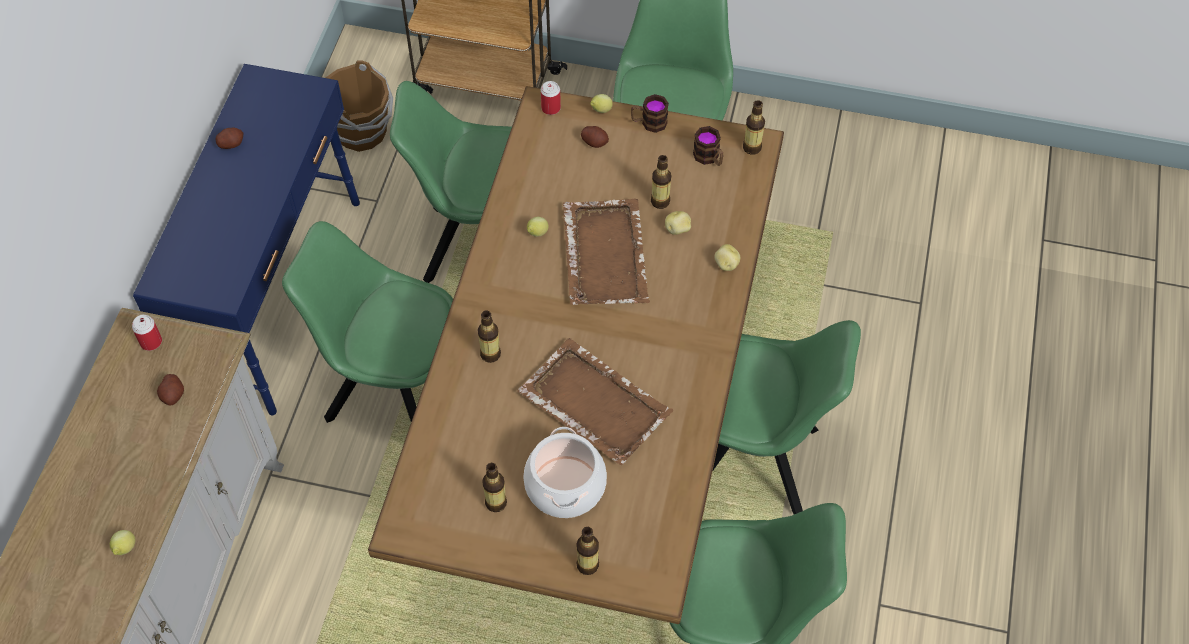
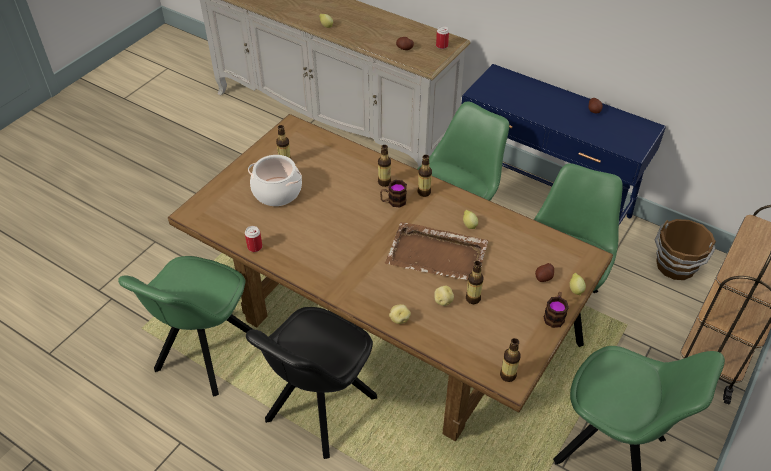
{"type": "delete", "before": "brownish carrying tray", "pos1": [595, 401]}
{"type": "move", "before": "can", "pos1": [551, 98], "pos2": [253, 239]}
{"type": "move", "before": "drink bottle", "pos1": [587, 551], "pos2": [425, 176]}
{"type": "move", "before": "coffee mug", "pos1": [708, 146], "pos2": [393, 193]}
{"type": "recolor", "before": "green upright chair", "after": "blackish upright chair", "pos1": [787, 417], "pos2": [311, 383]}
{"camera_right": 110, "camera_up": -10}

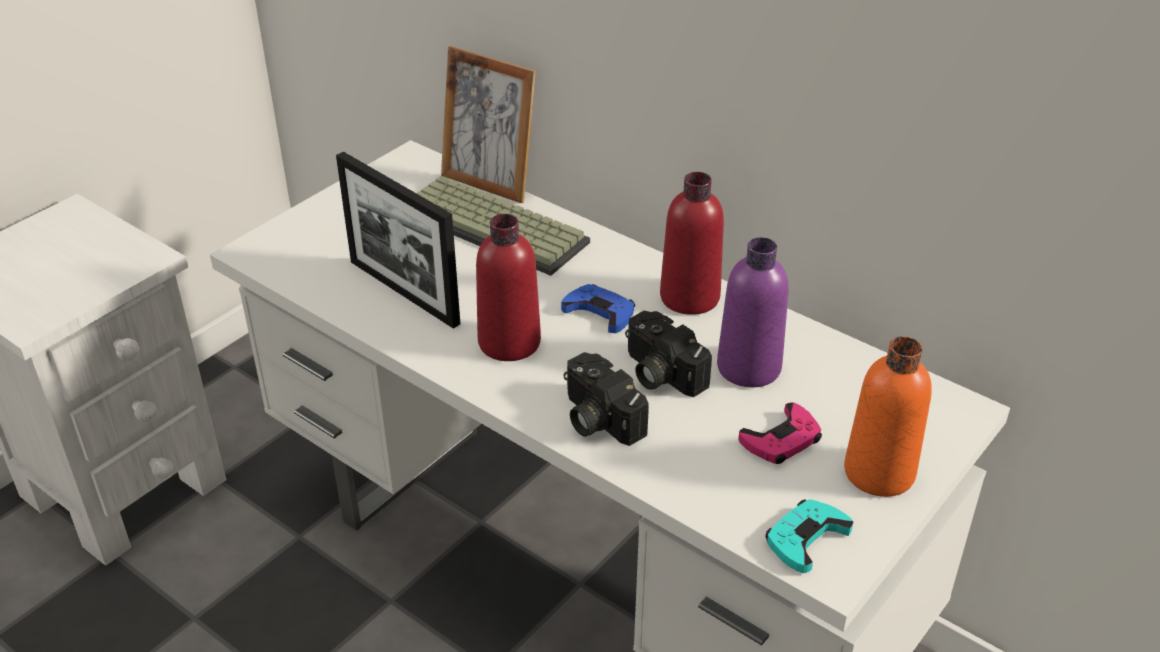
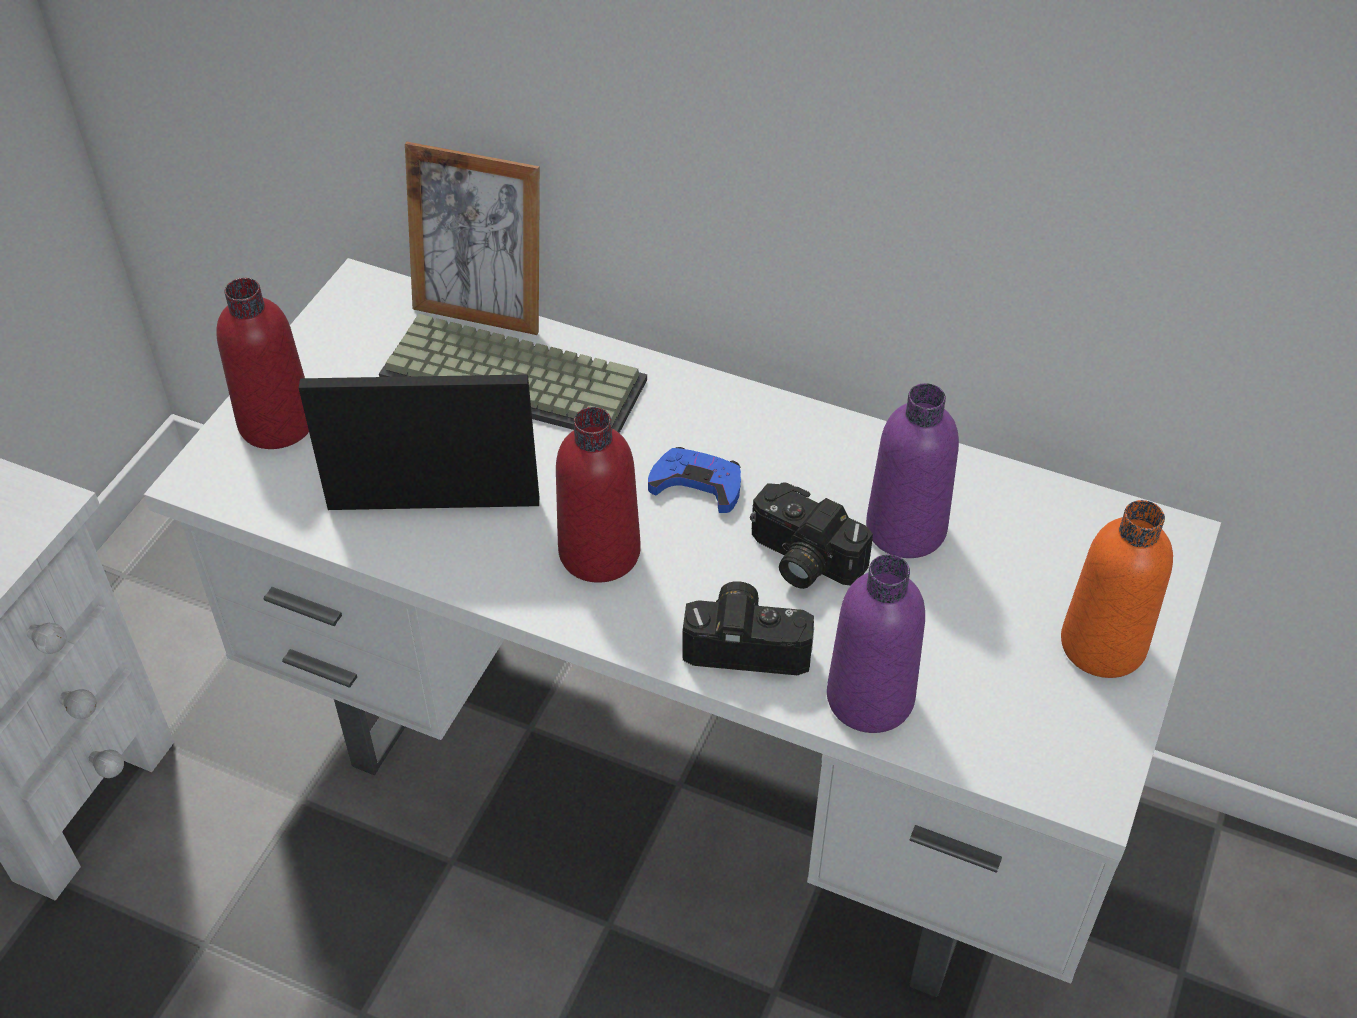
{"type": "rotate", "before": "photo frame", "pos1": [398, 240], "pos2": [419, 442], "turn": 150}
{"type": "rotate", "before": "photo camera", "pos1": [606, 399], "pos2": [748, 628], "turn": 150}
{"type": "move", "before": "reddish drink bottle", "pos1": [692, 243], "pos2": [262, 363]}
{"type": "delete", "before": "pink-coloured gamepad", "pos1": [780, 433]}
{"type": "delete", "before": "blue-green gamepad", "pos1": [809, 536]}
{"type": "insert", "after": "purplish drink bottle", "pos2": [876, 643]}
{"camera_right": -15, "camera_up": 10}

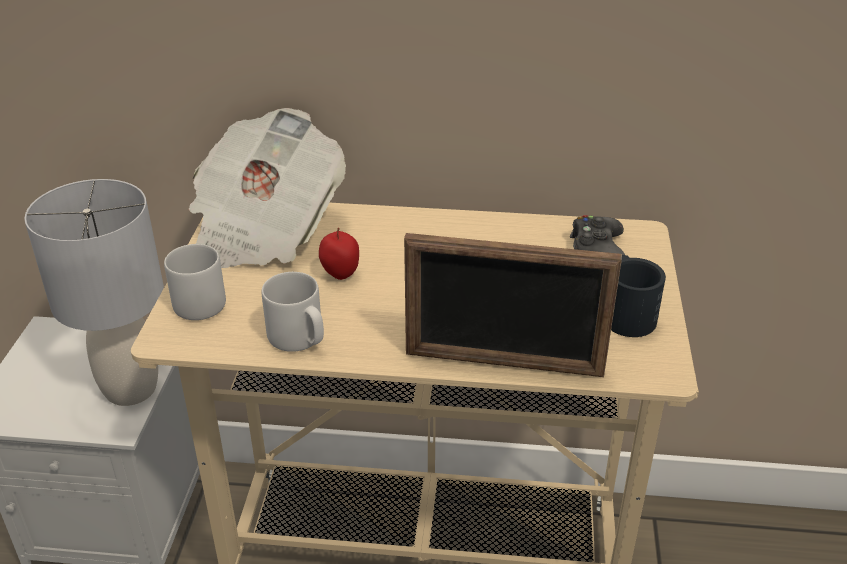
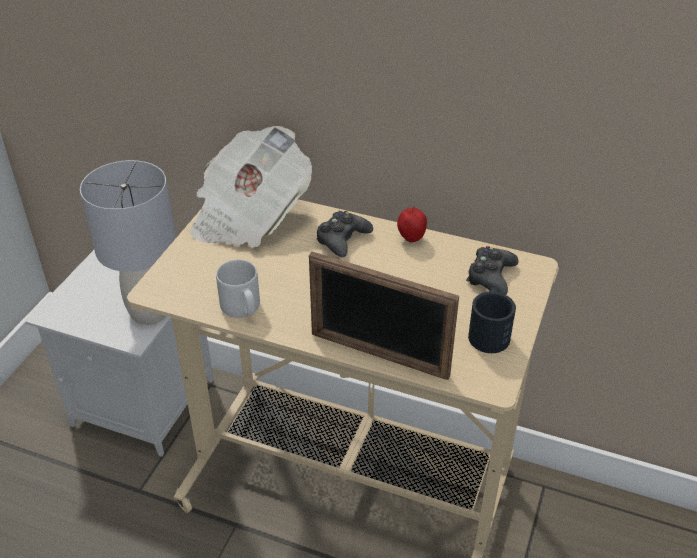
{"type": "delete", "before": "greyish coffee mug", "pos1": [195, 282]}
{"type": "move", "before": "whole apple", "pos1": [339, 254], "pos2": [412, 224]}
{"type": "insert", "after": "blackish gamepad", "pos2": [345, 234]}
{"camera_right": 15, "camera_up": 5}

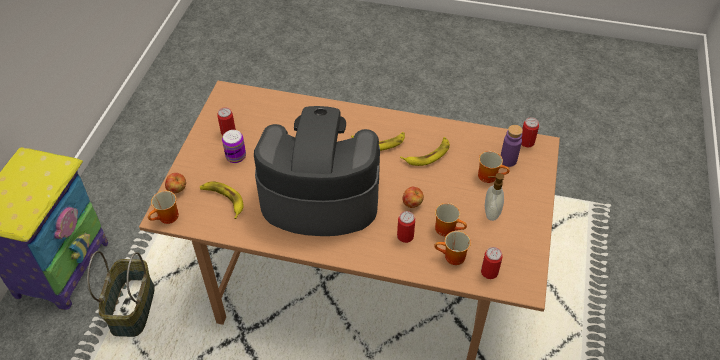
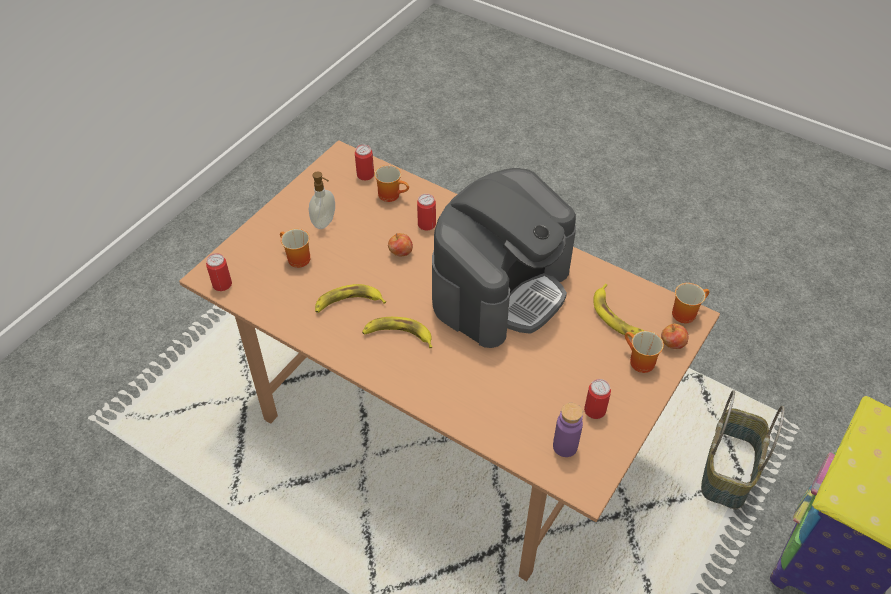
{"type": "delete", "before": "can", "pos1": [234, 146]}
{"type": "rotate", "before": "coffee maker", "pos1": [317, 171], "pos2": [504, 258], "turn": -75}
{"type": "move", "before": "coffee mug", "pos1": [451, 220], "pos2": [644, 352]}
{"type": "move", "before": "purplish drink bottle", "pos1": [512, 146], "pos2": [568, 430]}
{"camera_right": -160, "camera_up": 0}

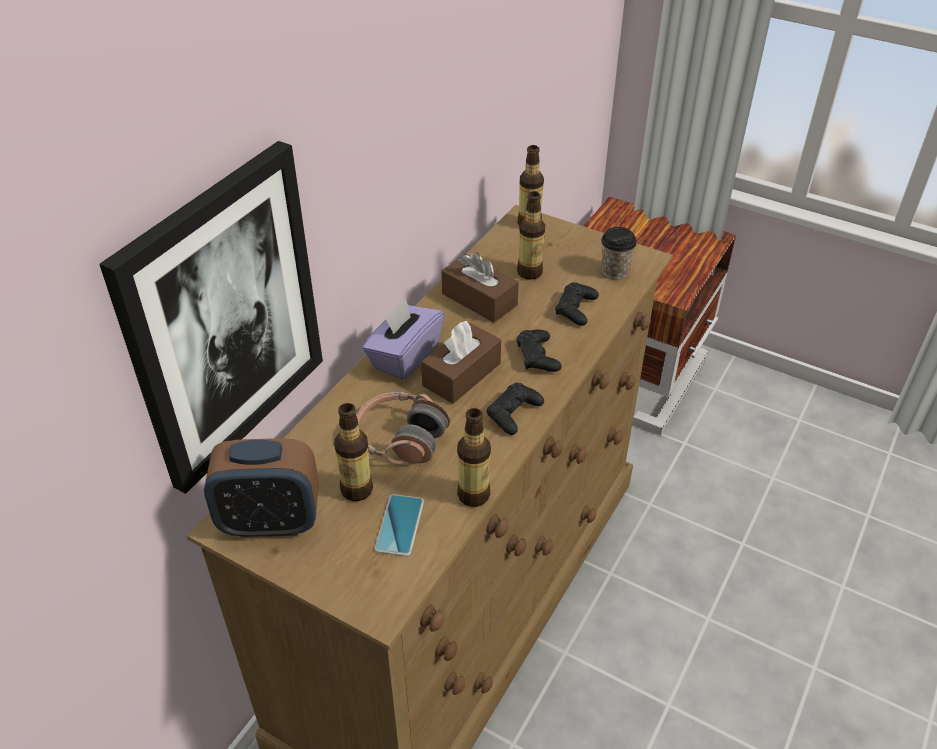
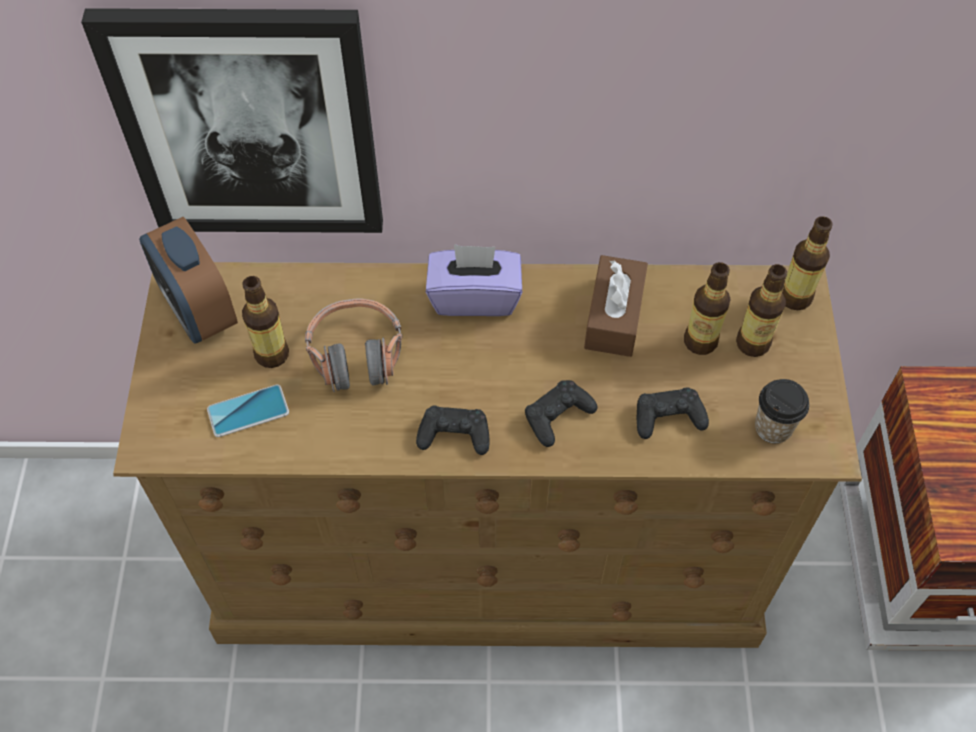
{"type": "delete", "before": "brownish tissue box", "pos1": [461, 362]}
{"type": "move", "before": "drink bottle", "pos1": [474, 457], "pos2": [761, 310]}
{"camera_right": 60, "camera_up": 15}

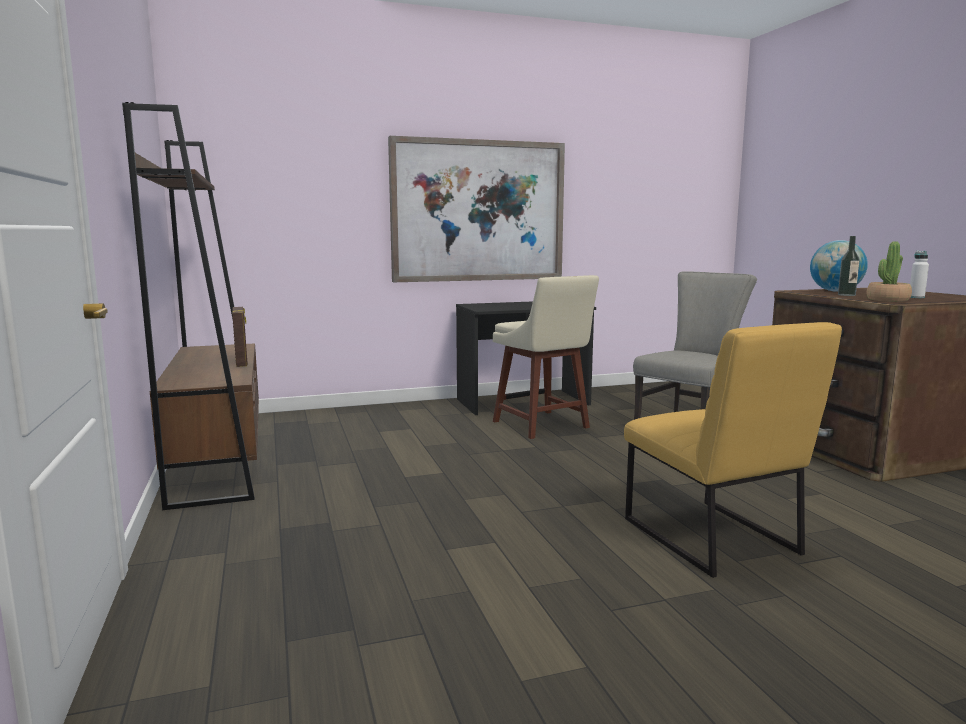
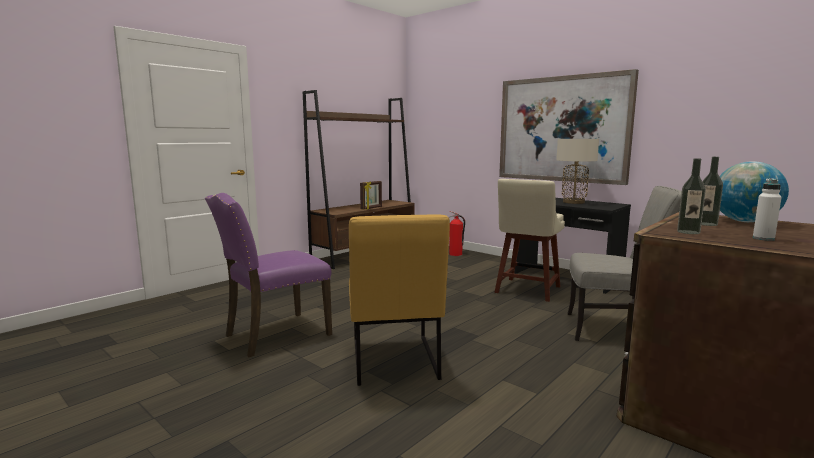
{"type": "rotate", "before": "yellow upright chair", "pos1": [733, 450], "pos2": [399, 300], "turn": -45}
{"type": "replace", "before": "potted plant", "after": "drink bottle", "pos1": [889, 272], "pos2": [691, 196]}
{"type": "insert", "after": "purplish upright chair", "pos2": [268, 275]}
{"type": "insert", "after": "fire extinguisher", "pos2": [457, 233]}
{"type": "insert", "after": "tabletop lamp", "pos2": [577, 171]}
{"camera_right": 60, "camera_up": 0}

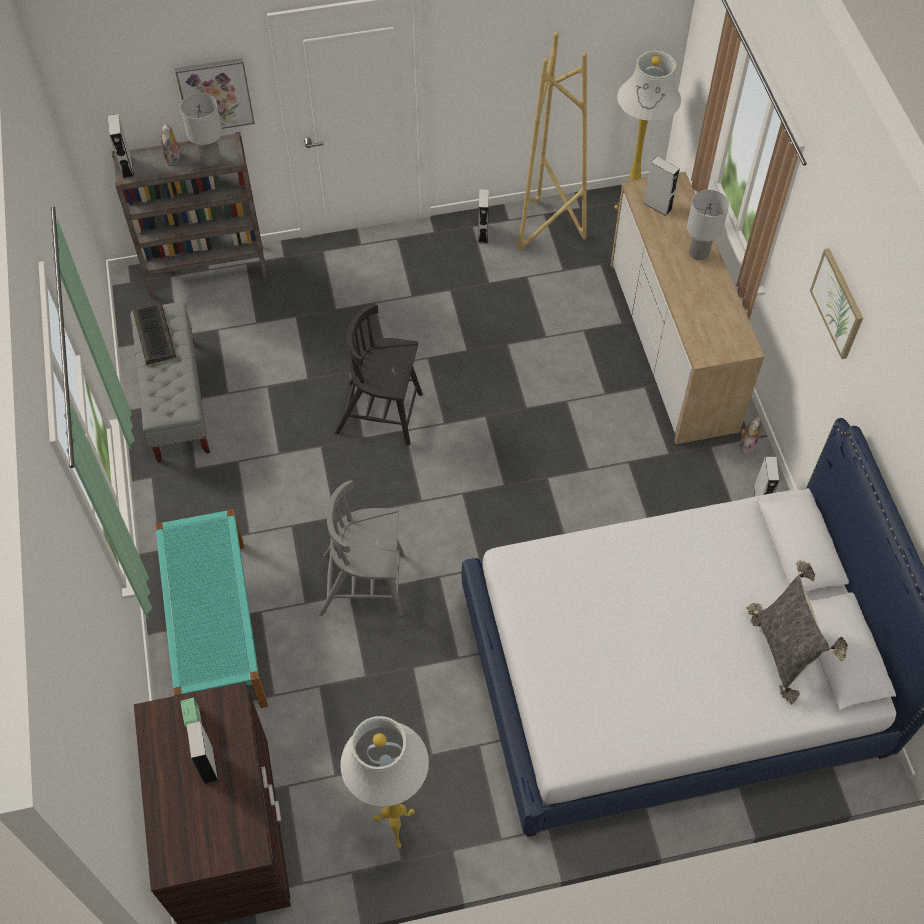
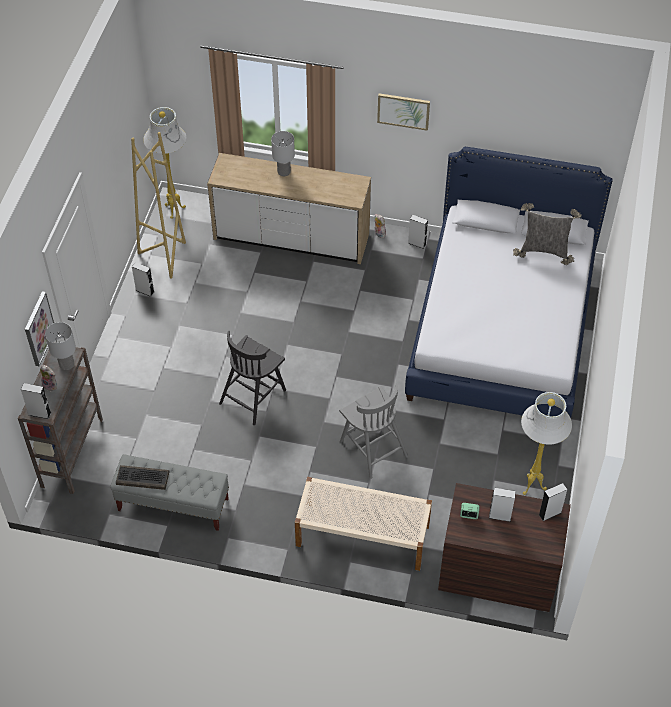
{"type": "recolor", "before": "blue-green indoor bench", "after": "beige-coloured indoor bench", "pos1": [211, 608], "pos2": [363, 524]}
{"type": "rotate", "before": "greyish upright chair", "pos1": [362, 548], "pos2": [373, 431], "turn": -60}
{"type": "move", "before": "greyish audio speaker", "pos1": [661, 186], "pos2": [553, 502]}
{"camera_right": -65, "camera_up": -5}

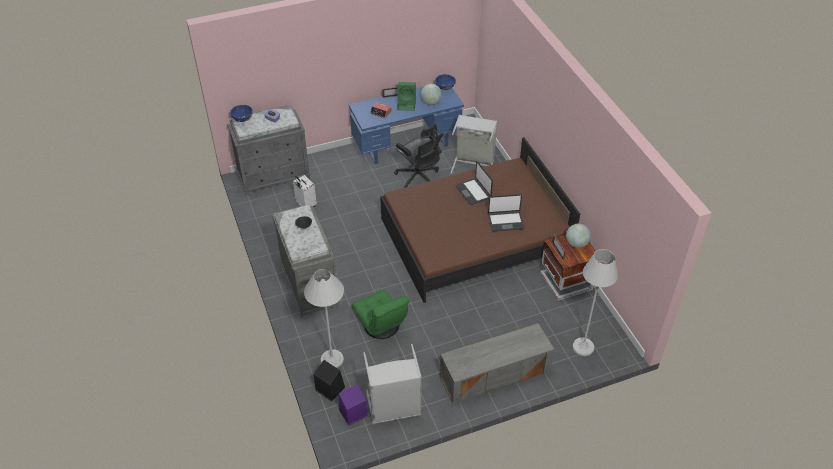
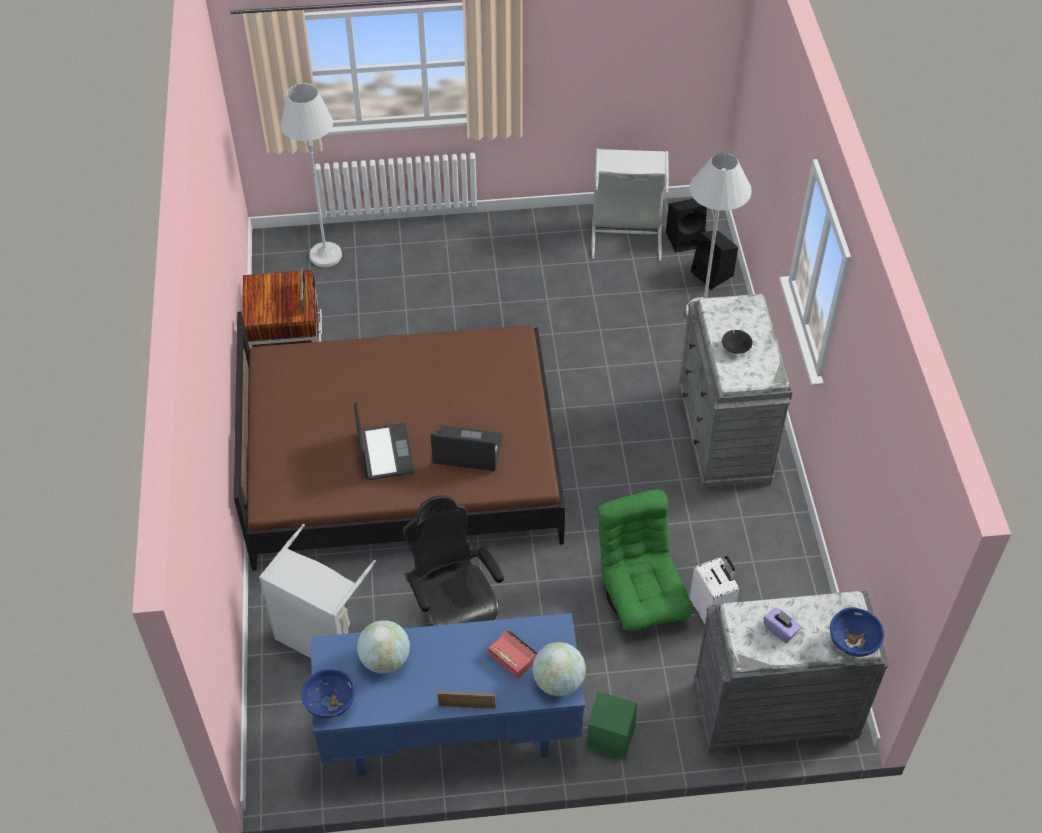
{"type": "recolor", "before": "purplish audio speaker", "after": "blackish audio speaker", "pos1": [353, 405], "pos2": [686, 226]}
{"type": "move", "before": "green lounge chair", "pos1": [381, 314], "pos2": [644, 560]}
{"type": "move", "before": "green audio speaker", "pos1": [406, 96], "pos2": [611, 725]}
{"type": "delete", "before": "greyish indoor bench", "pos1": [497, 363]}
{"type": "move", "before": "notebook computer", "pos1": [506, 212], "pos2": [467, 448]}
{"type": "move", "before": "world globe", "pos1": [578, 235], "pos2": [559, 669]}
{"camera_right": -165, "camera_up": 5}

